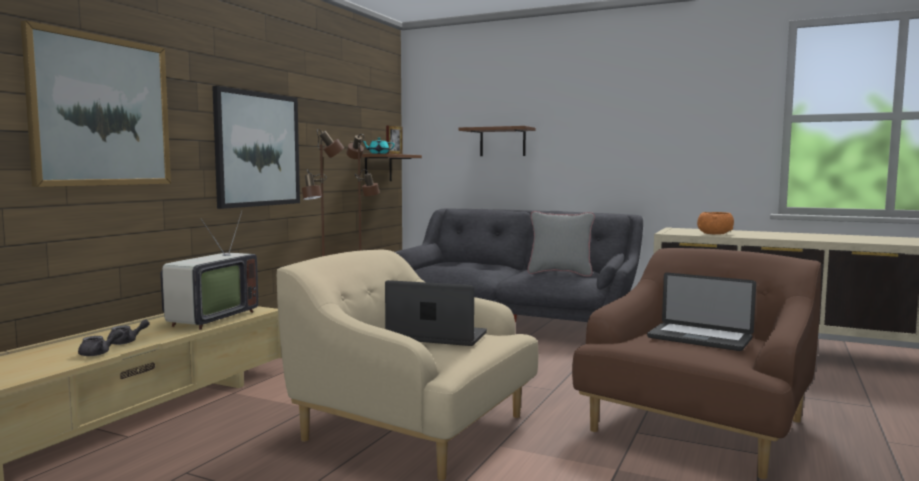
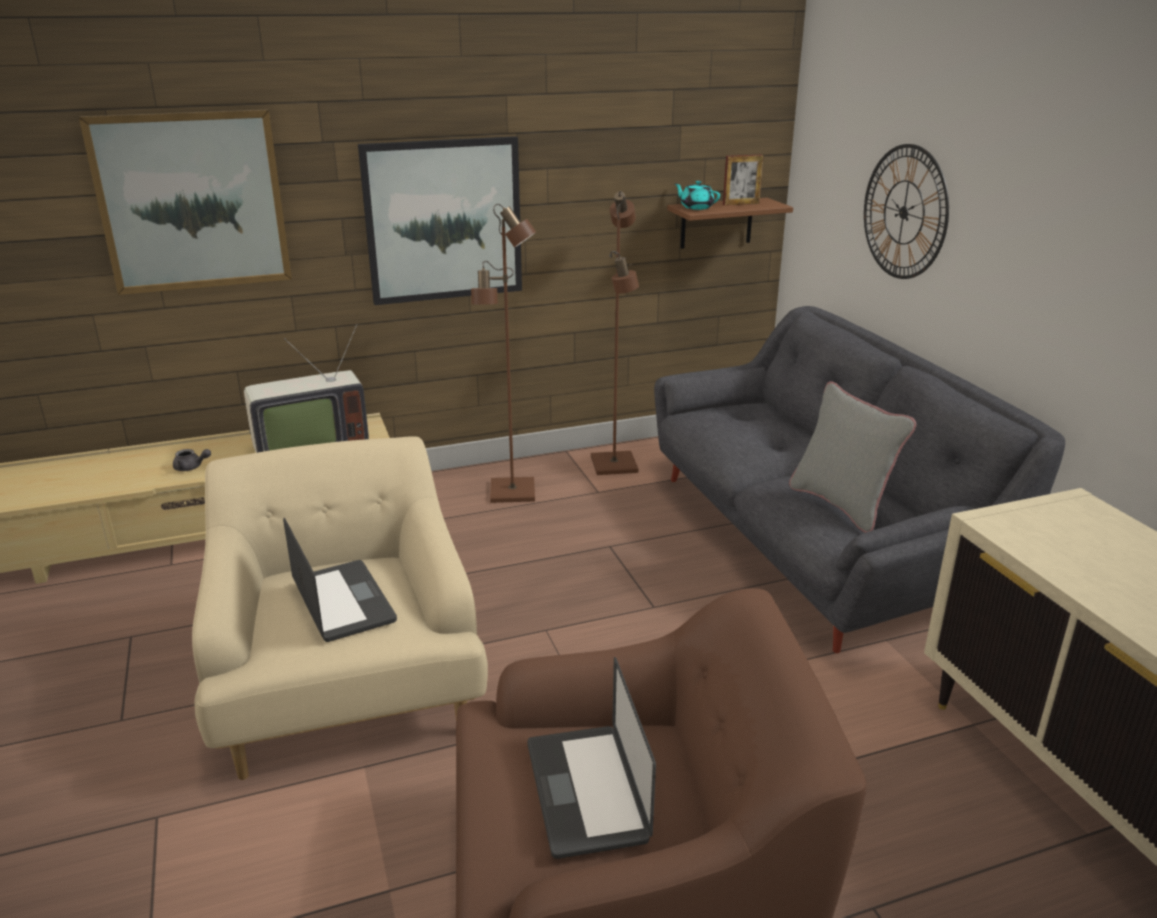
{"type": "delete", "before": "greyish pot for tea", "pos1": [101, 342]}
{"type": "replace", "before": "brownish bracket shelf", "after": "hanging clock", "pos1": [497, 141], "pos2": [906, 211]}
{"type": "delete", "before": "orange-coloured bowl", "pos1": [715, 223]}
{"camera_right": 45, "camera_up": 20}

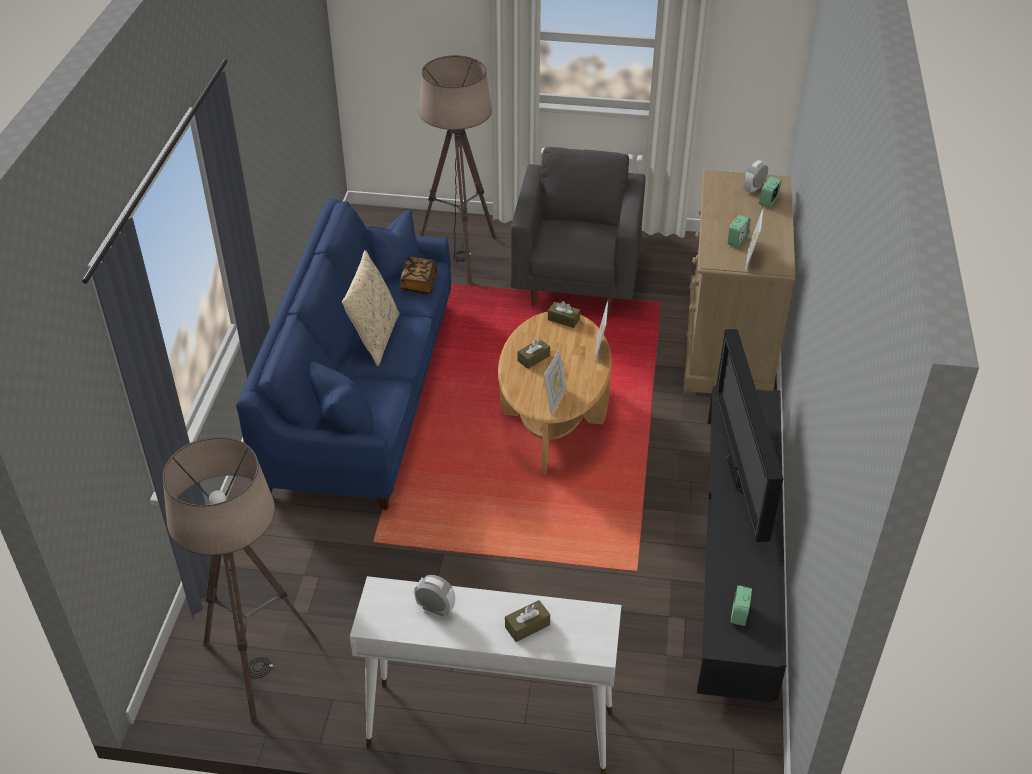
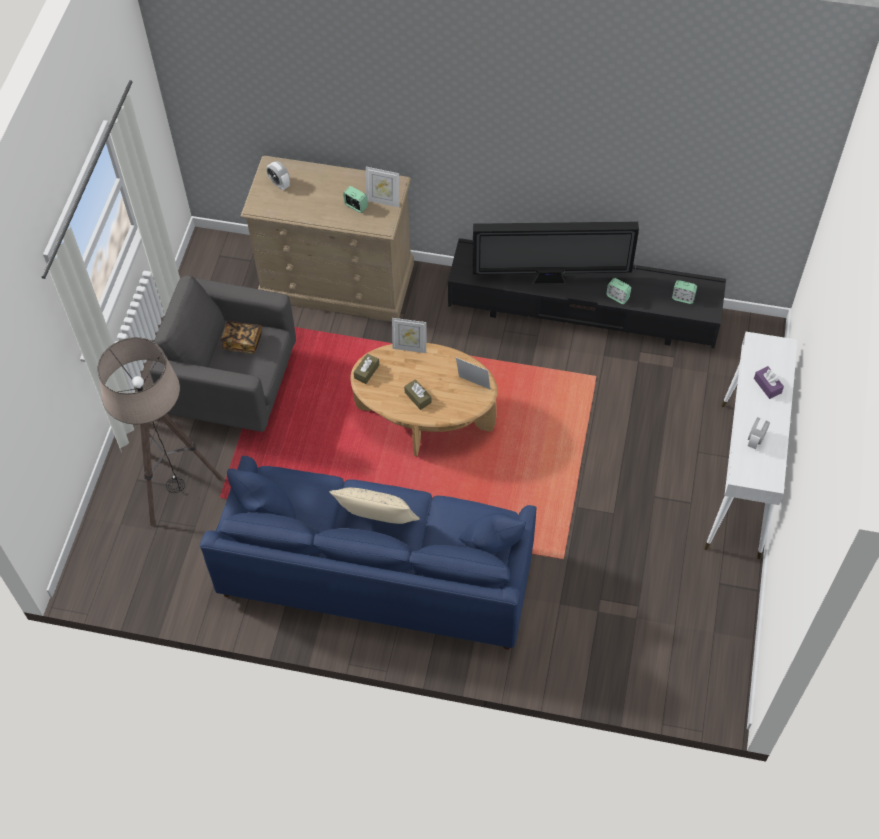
{"type": "delete", "before": "standard lamp", "pos1": [239, 580]}
{"type": "move", "before": "book", "pos1": [419, 276], "pos2": [241, 337]}
{"type": "recolor", "before": "brownish tissue box", "after": "purplish tissue box", "pos1": [527, 621], "pos2": [769, 382]}
{"type": "move", "before": "bedside clock", "pos1": [770, 192], "pos2": [618, 291]}
{"camera_right": -85, "camera_up": 15}

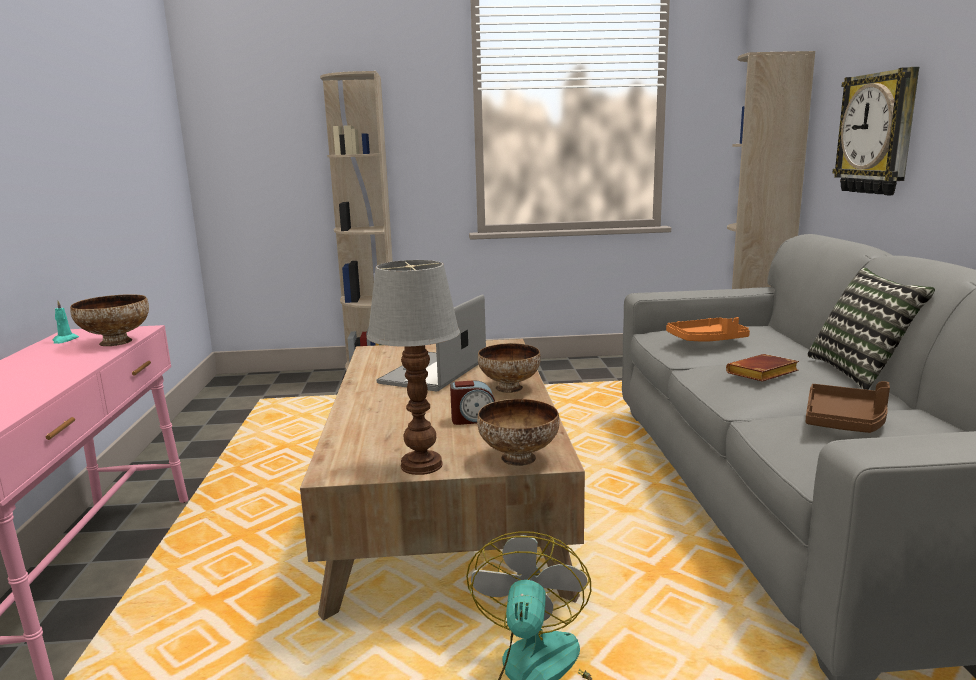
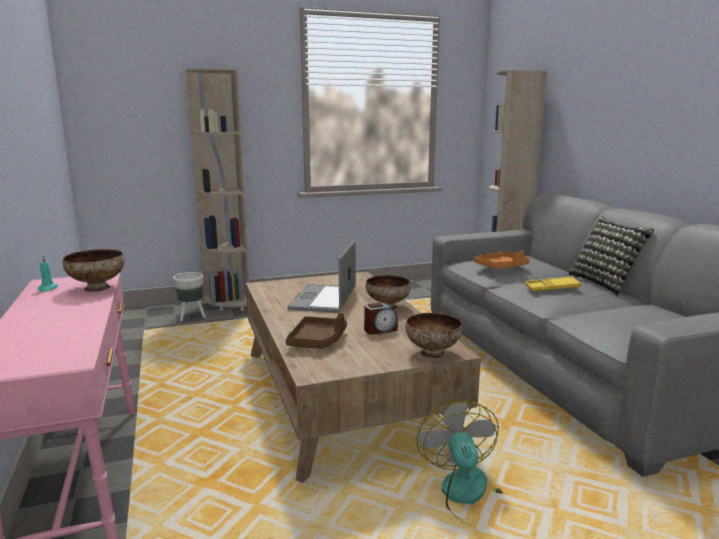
{"type": "delete", "before": "tabletop lamp", "pos1": [413, 367]}
{"type": "replace", "before": "brownish book", "after": "yellow carrying tray", "pos1": [762, 367], "pos2": [553, 283]}
{"type": "move", "before": "brownish carrying tray", "pos1": [848, 407], "pos2": [316, 331]}
{"type": "delete", "before": "hanging clock", "pos1": [876, 131]}
{"type": "insert", "after": "whitish plant pot", "pos2": [189, 297]}
{"camera_right": -15, "camera_up": 0}

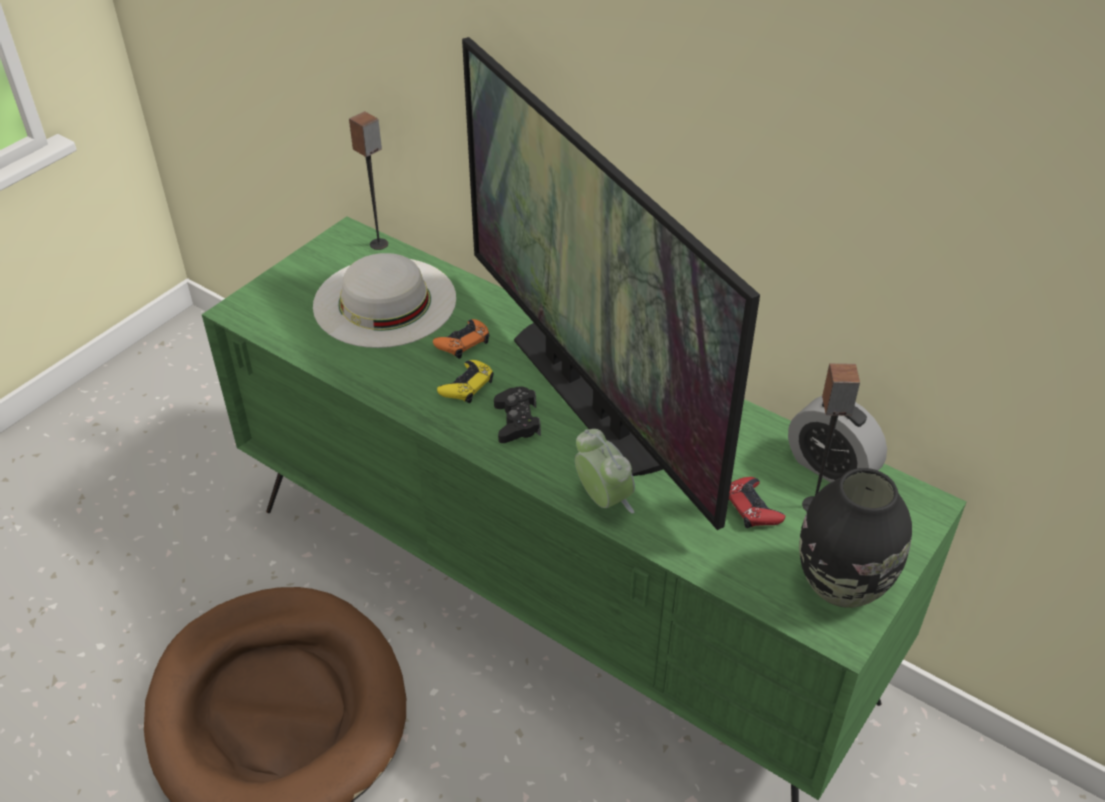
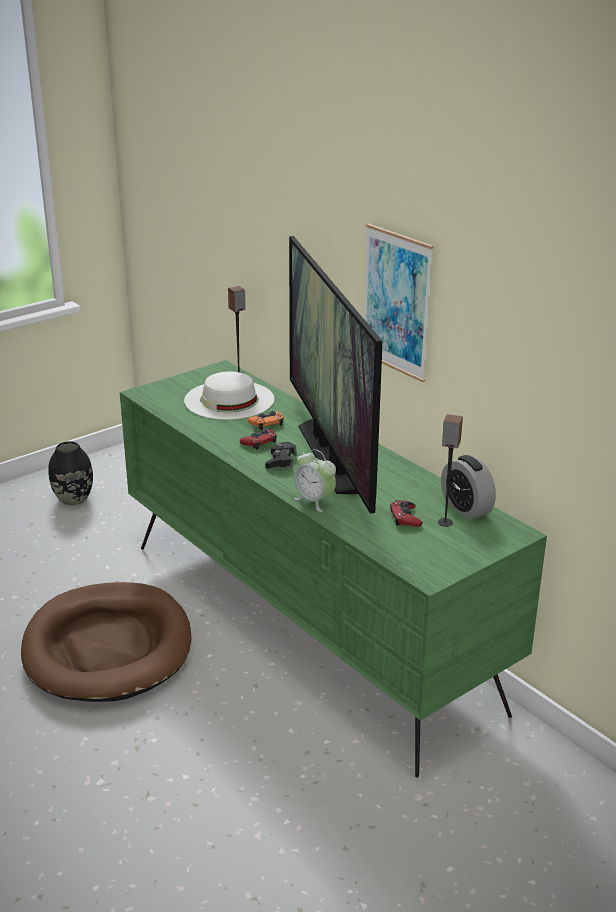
{"type": "recolor", "before": "yellow gamepad", "after": "reddish gamepad", "pos1": [465, 381], "pos2": [258, 439]}
{"type": "rotate", "before": "bedside clock", "pos1": [605, 471], "pos2": [315, 480], "turn": 150}
{"type": "move", "before": "blackish flower vase", "pos1": [855, 538], "pos2": [70, 473]}
{"type": "insert", "after": "wall art", "pos2": [398, 302]}
{"camera_right": 15, "camera_up": -15}

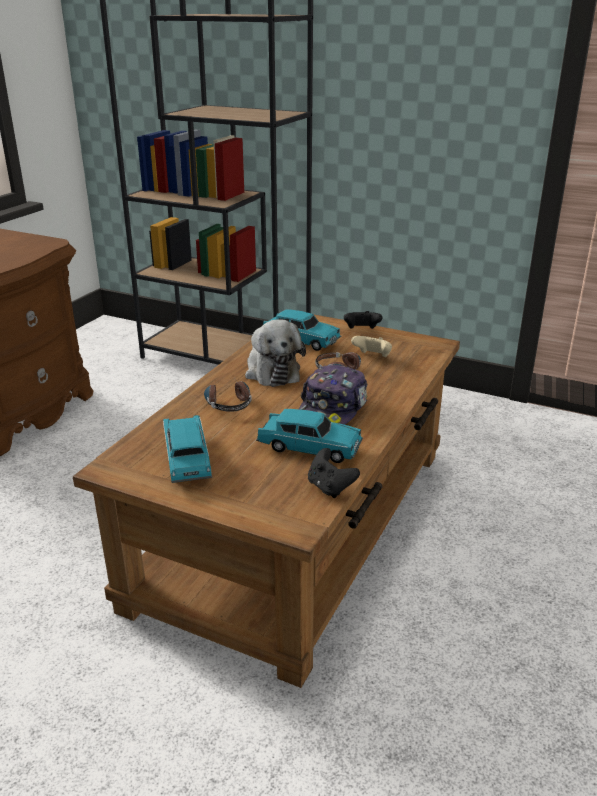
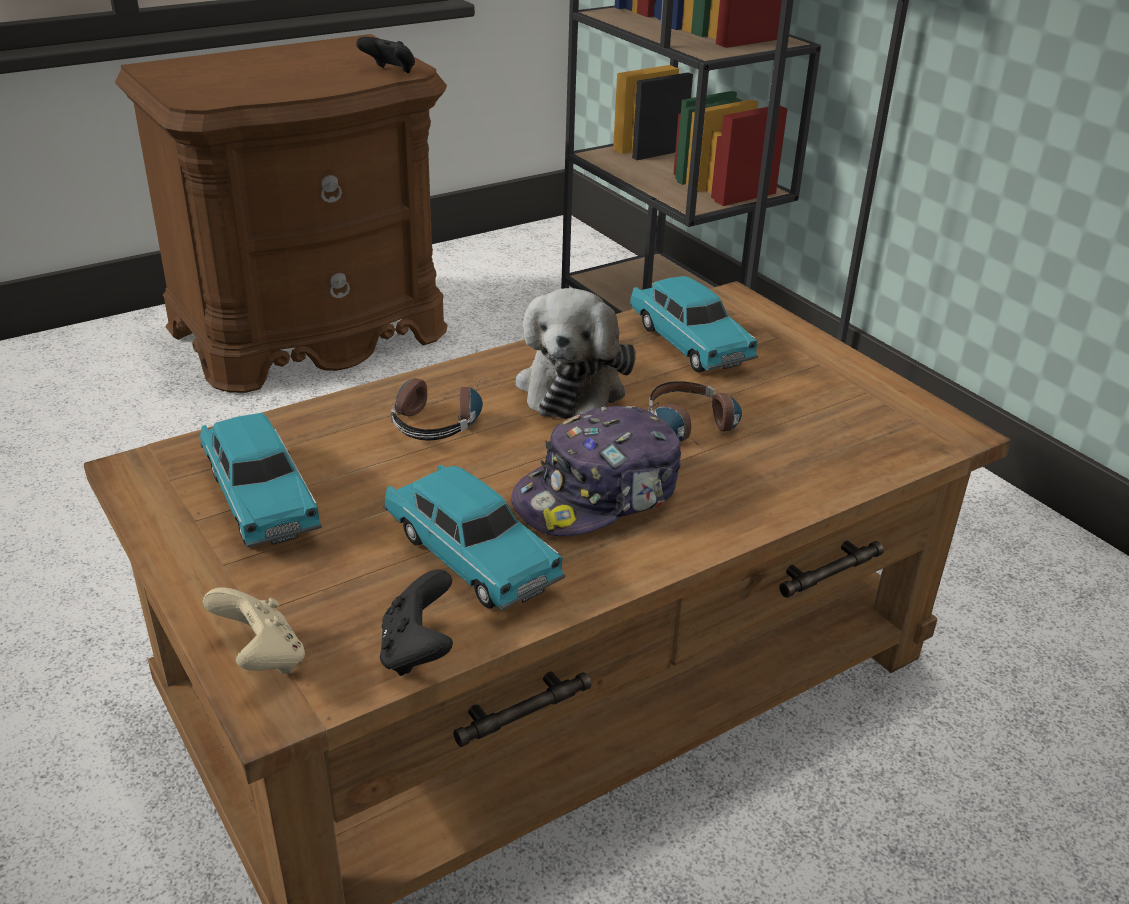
{"type": "rotate", "before": "blue-green model car", "pos1": [187, 449], "pos2": [261, 480], "turn": 135}
{"type": "move", "before": "blackish gamepad", "pos1": [363, 320], "pos2": [385, 55]}
{"type": "move", "before": "beige-coloured gamepad", "pos1": [371, 346], "pos2": [254, 630]}
{"camera_right": 30, "camera_up": 5}

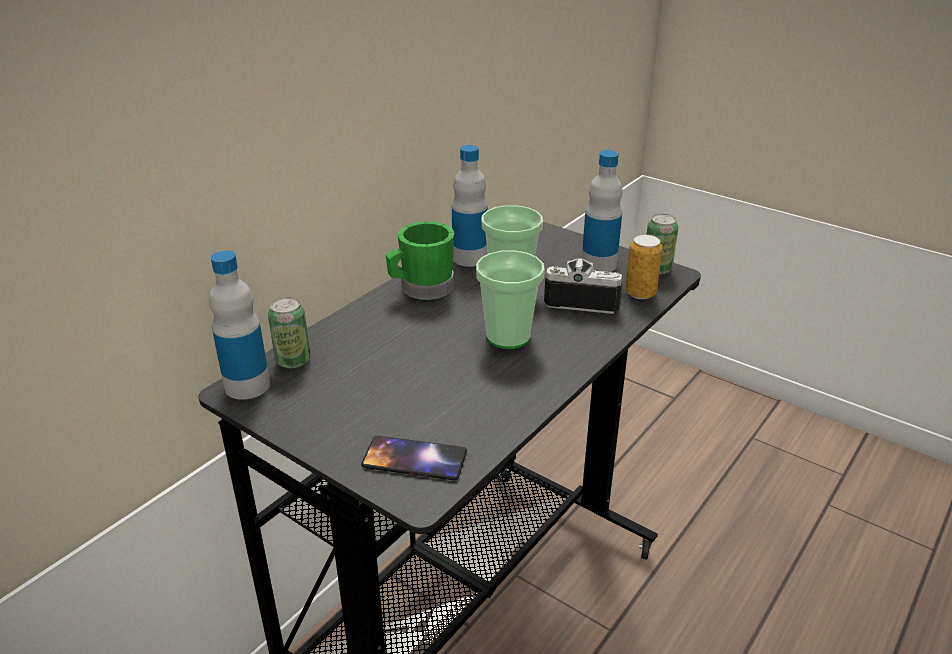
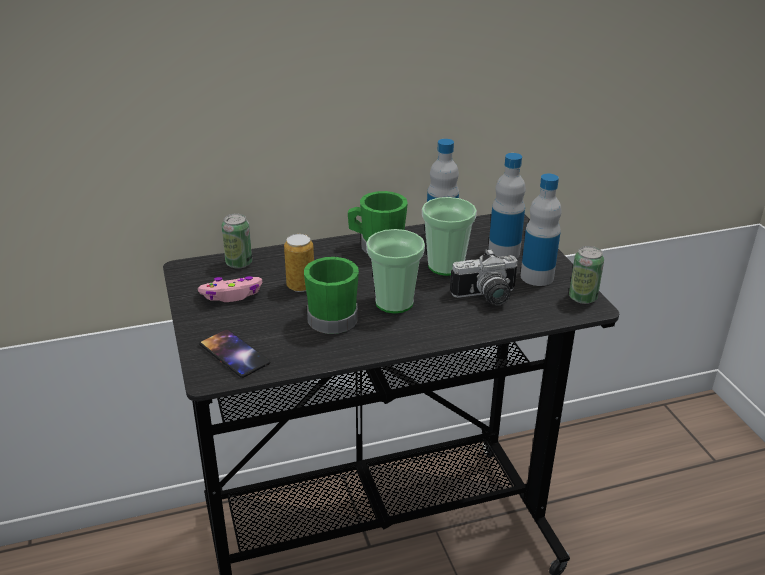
{"type": "move", "before": "drink bottle", "pos1": [239, 325], "pos2": [507, 206]}
{"type": "rotate", "before": "photo camera", "pos1": [583, 286], "pos2": [484, 277], "turn": 120}
{"type": "move", "before": "can", "pos1": [644, 266], "pos2": [299, 263]}
{"type": "insert", "after": "pink-coloured gamepad", "pos2": [230, 289]}
{"type": "insert", "after": "green coffee mug", "pos2": [331, 295]}
{"camera_right": 35, "camera_up": 0}

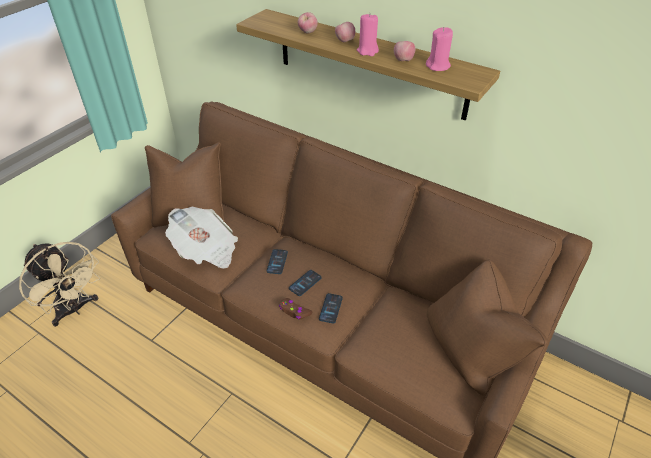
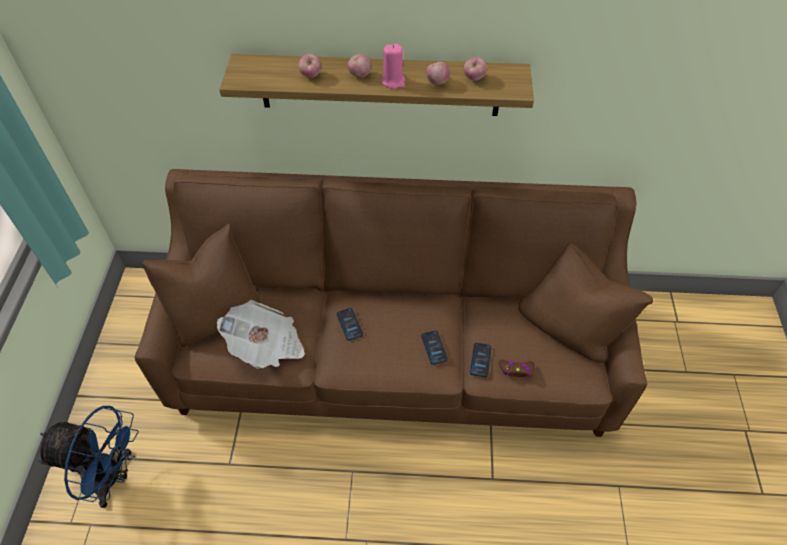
{"type": "recolor", "before": "beige-coloured electric fan", "after": "blue-coloured electric fan", "pos1": [59, 284], "pos2": [88, 457]}
{"type": "move", "before": "brownish gamepad", "pos1": [295, 309], "pos2": [517, 368]}
{"type": "move", "before": "telephone", "pos1": [305, 283], "pos2": [481, 360]}
{"type": "replace", "before": "pink-coloured candle", "after": "whole apple", "pos1": [439, 49], "pos2": [475, 69]}
{"camera_right": -30, "camera_up": 10}

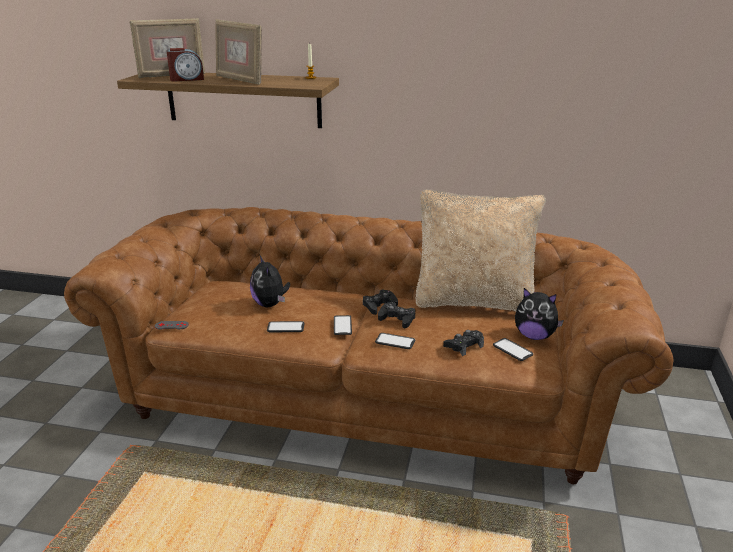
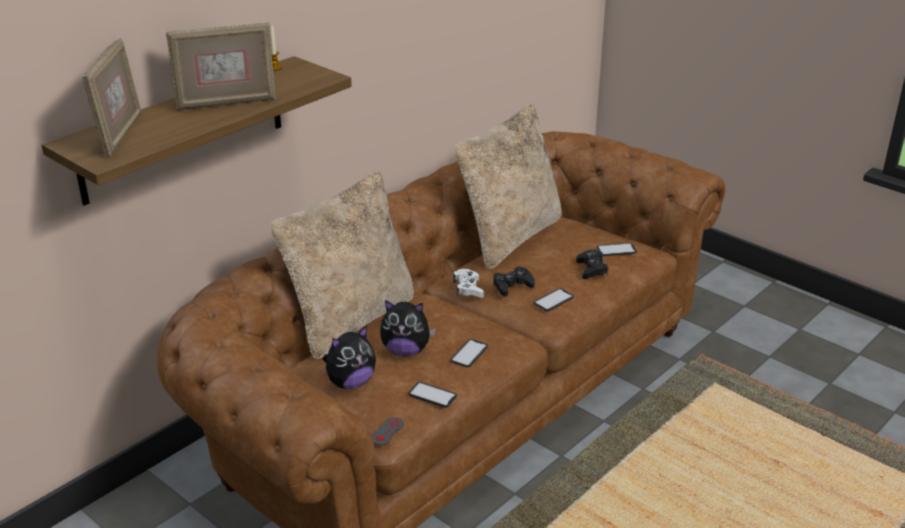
{"type": "delete", "before": "bedside clock", "pos1": [185, 64]}
{"type": "move", "before": "telephone", "pos1": [343, 325], "pos2": [432, 395]}
{"type": "recolor", "before": "blackish gamepad", "after": "whitish gamepad", "pos1": [380, 302], "pos2": [468, 283]}
{"type": "move", "before": "plush toy", "pos1": [539, 314], "pos2": [349, 357]}
{"type": "insert", "after": "beige-coloured pillow", "pos2": [342, 264]}
{"camera_right": -60, "camera_up": 5}

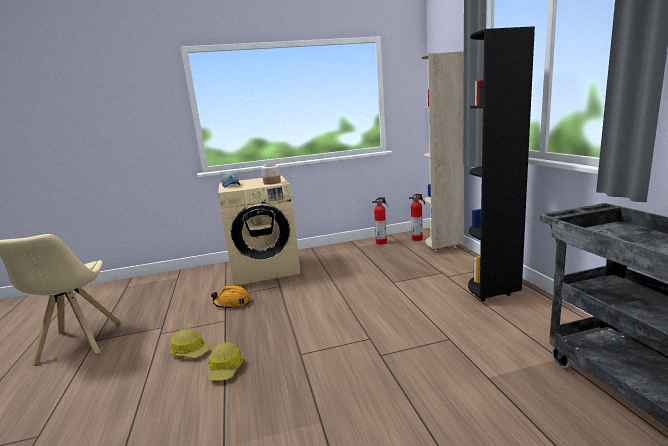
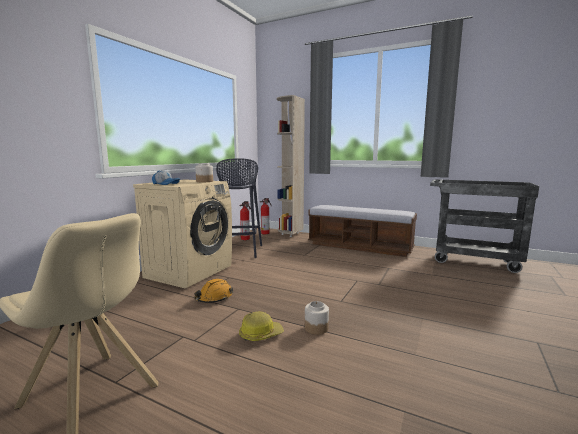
{"type": "replace", "before": "safety helmet", "after": "storage jar", "pos1": [226, 361], "pos2": [317, 318]}
{"type": "replace", "before": "blackish shelving unit", "after": "indoor bench", "pos1": [501, 163], "pos2": [362, 231]}
{"type": "insert", "after": "greyish sitting stool", "pos2": [239, 208]}
{"camera_right": -50, "camera_up": -5}

